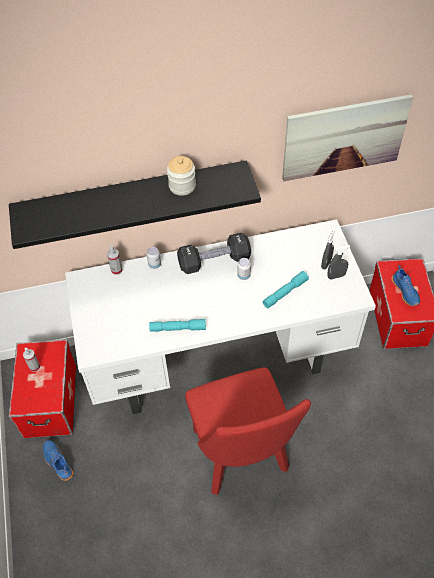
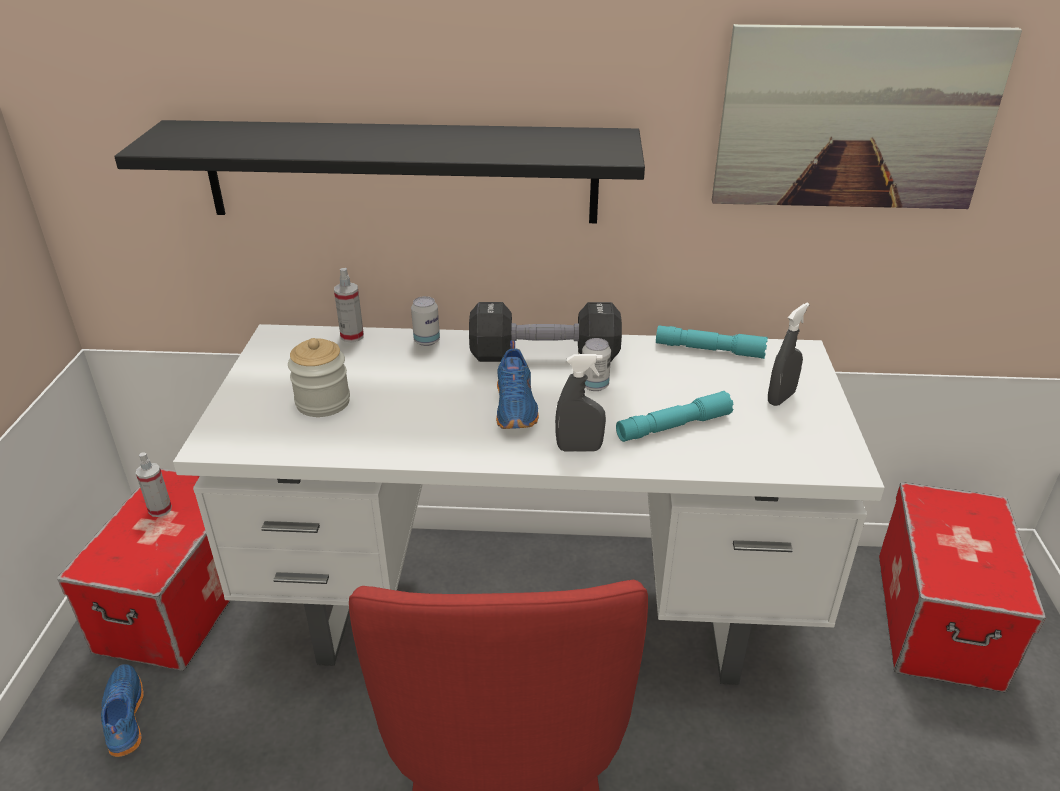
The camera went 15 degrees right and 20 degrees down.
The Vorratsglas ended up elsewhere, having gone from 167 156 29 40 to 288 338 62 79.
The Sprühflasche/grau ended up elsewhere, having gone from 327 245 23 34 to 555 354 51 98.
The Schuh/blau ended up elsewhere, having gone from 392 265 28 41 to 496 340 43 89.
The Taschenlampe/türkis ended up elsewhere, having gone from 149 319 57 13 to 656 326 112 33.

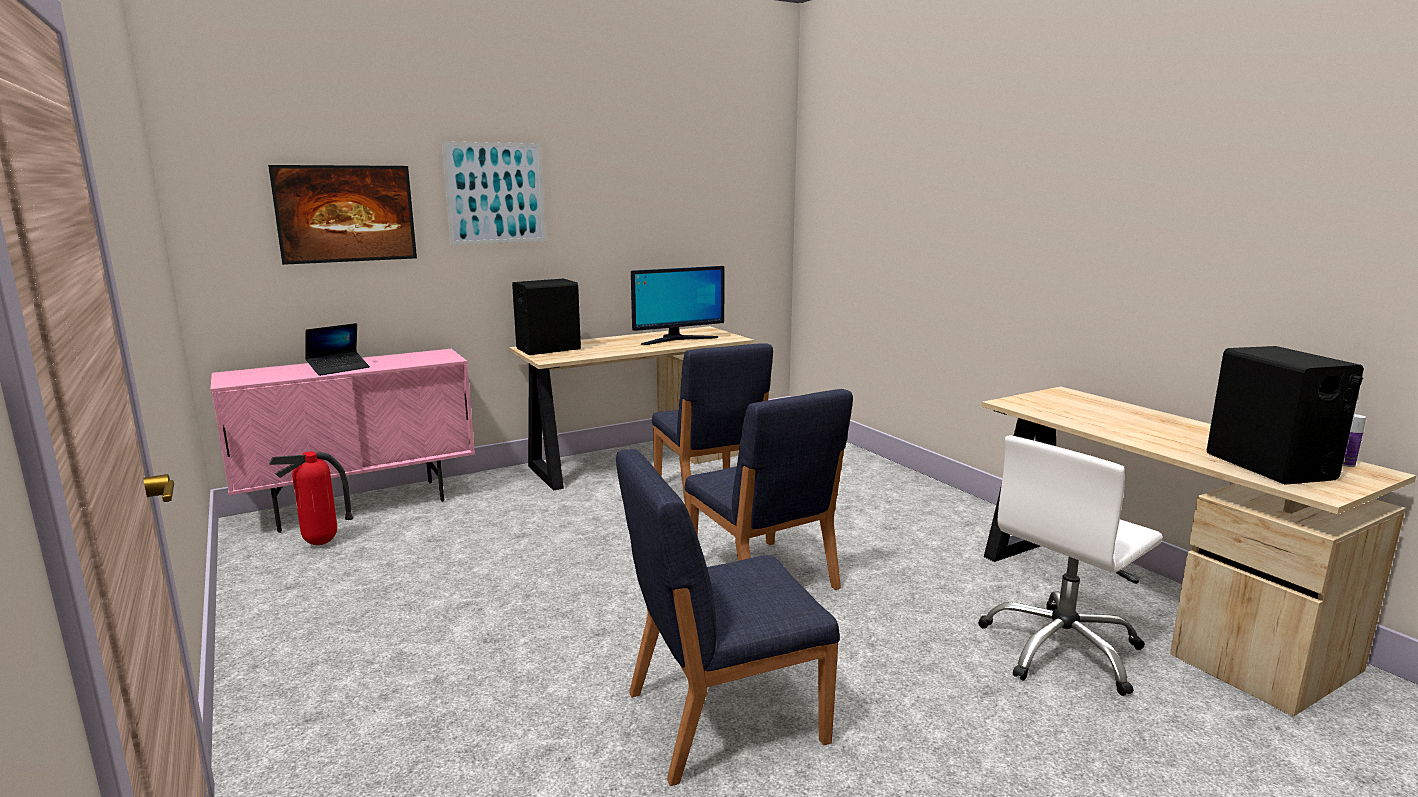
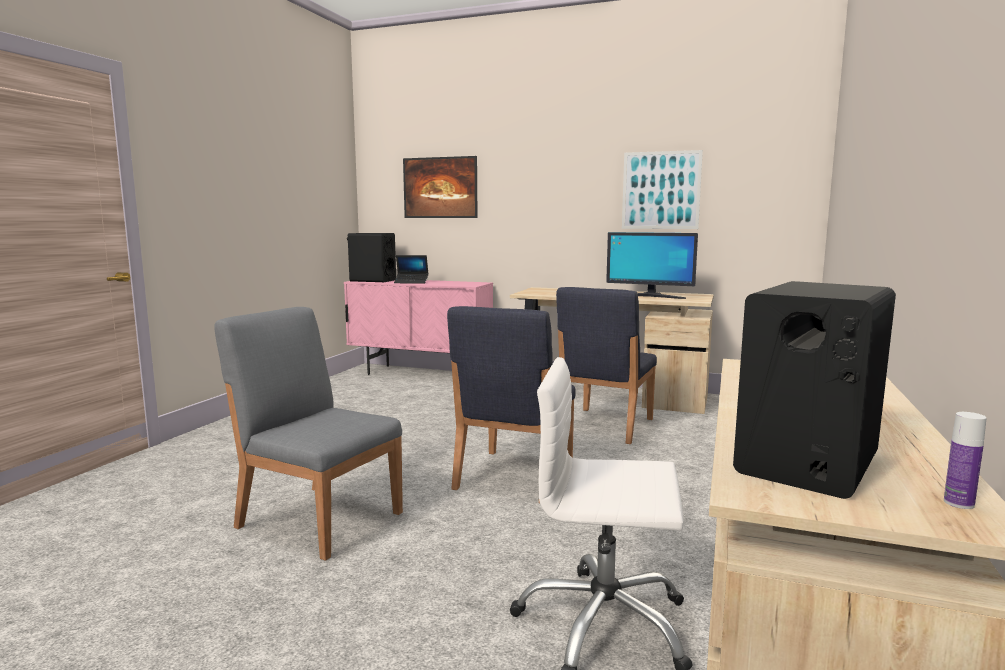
The camera went 50 degrees right and 5 degrees down.
The Bild ended up elsewhere, having gone from 442 141 104 104 to 622 150 81 79.
The Lautsprecher/schwarz ended up elsewhere, having gone from 512 279 69 76 to 347 233 49 49.
What was the Stuhl/blau at 616 449 224 337 turned into the Stuhl/grau at 214 307 189 254.
The second view lost the Feuerlöscher at 269 452 84 93.

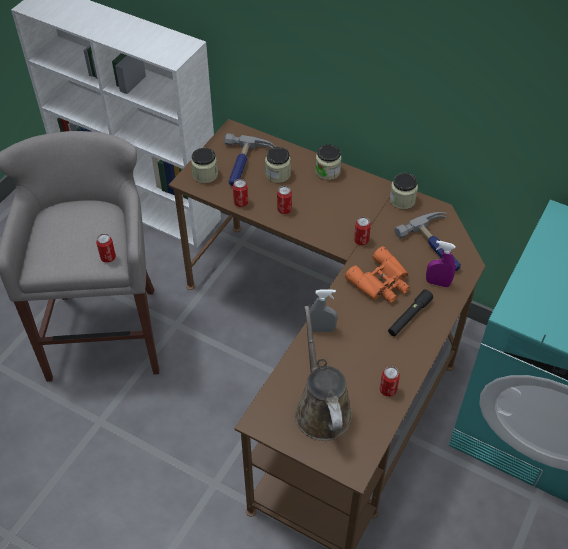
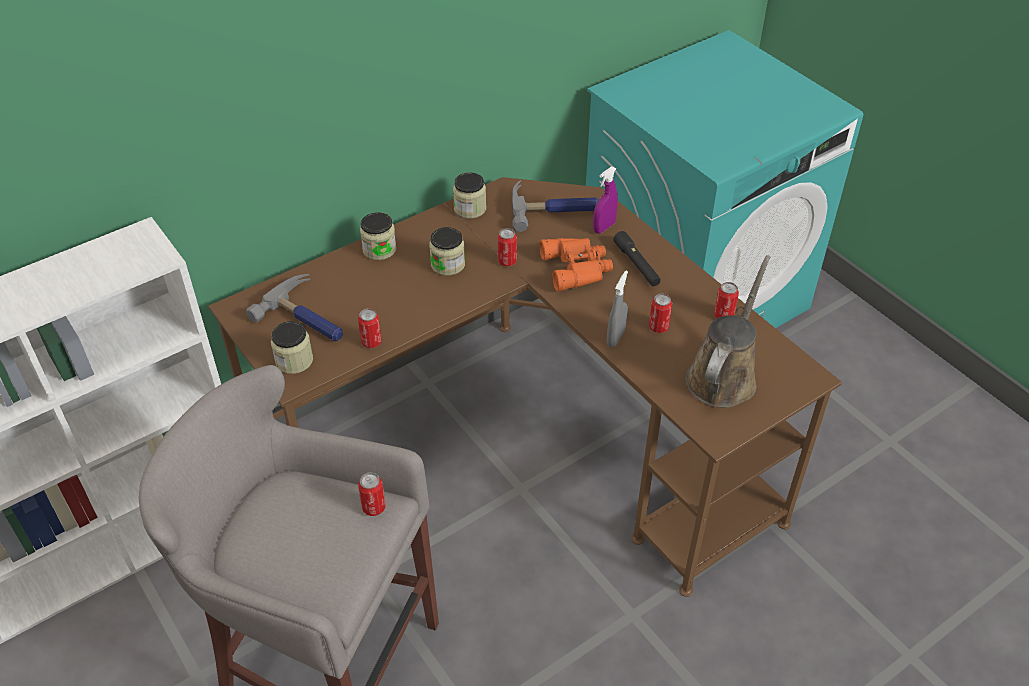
The camera went 65 degrees left and 5 degrees down.
The Vorratsglas ended up elsewhere, having gone from 265 147 26 36 to 429 227 36 49.
The Dose ended up elsewhere, having gone from 277 186 15 28 to 649 293 23 40.
The Gießkanne/braun at 295 306 58 135 ended up facing another way, 105 degrees clockwise from before.

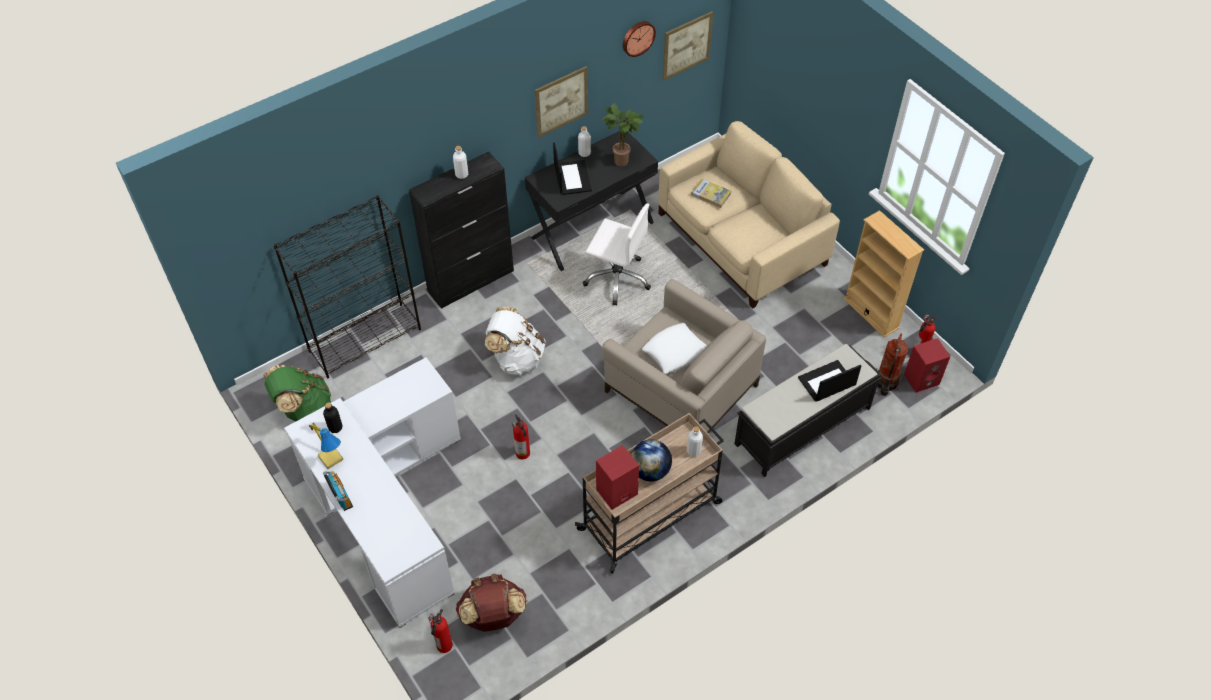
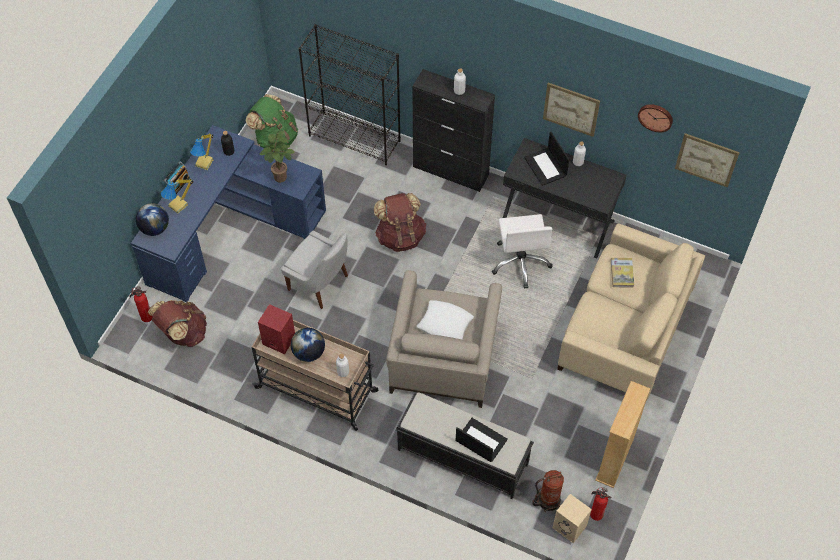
The camera went 60 degrees right and 5 degrees up.
The Topfpflanze ended up elsewhere, having gone from 602 103 43 64 to 260 130 35 53.
The Laptop at 553 143 39 52 ended up facing another way, 105 degrees clockwise from before.
What was the Rucksack/weiß at 485 307 61 68 turned into the Rucksack/braun at 374 193 52 59.
What was the Lautsprecher/rot at 904 338 47 55 turned into the Lautsprecher/beige at 552 494 40 49.
What was the Schreibtisch/weiß at 284 357 177 271 turned into the Schreibtisch/blau at 131 125 195 177.
Where the Feuerlöscher stood at 512 414 18 45, the Stuhl/weiß came to stand at 281 230 67 79.
The second view gained the Tischlampe at 161 179 33 35.
The second view gained the Globus at 136 203 33 33.

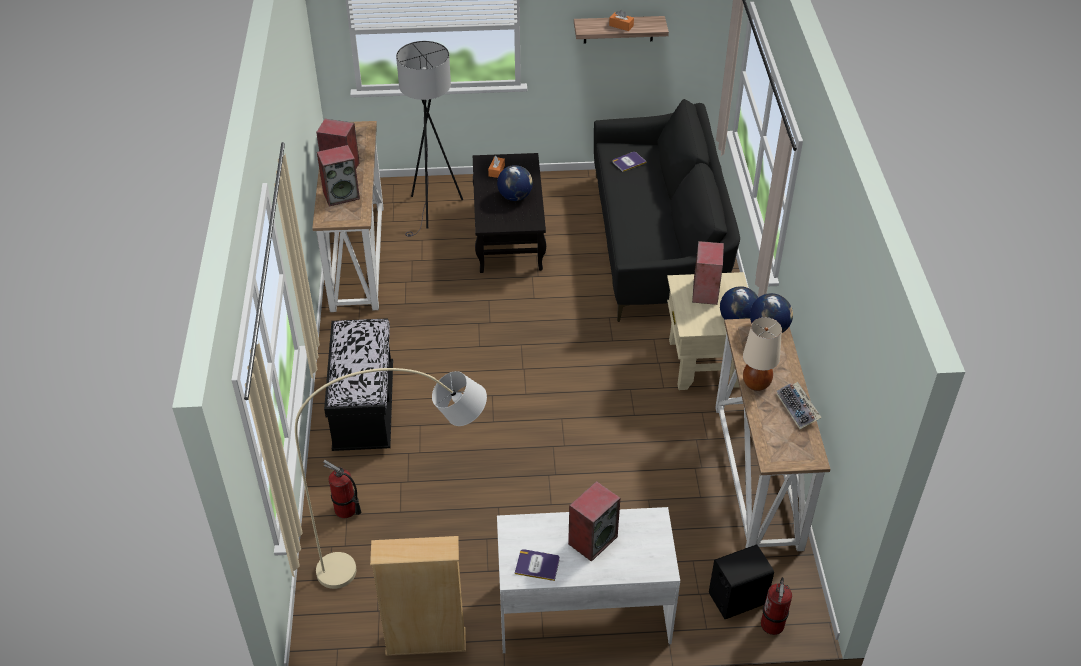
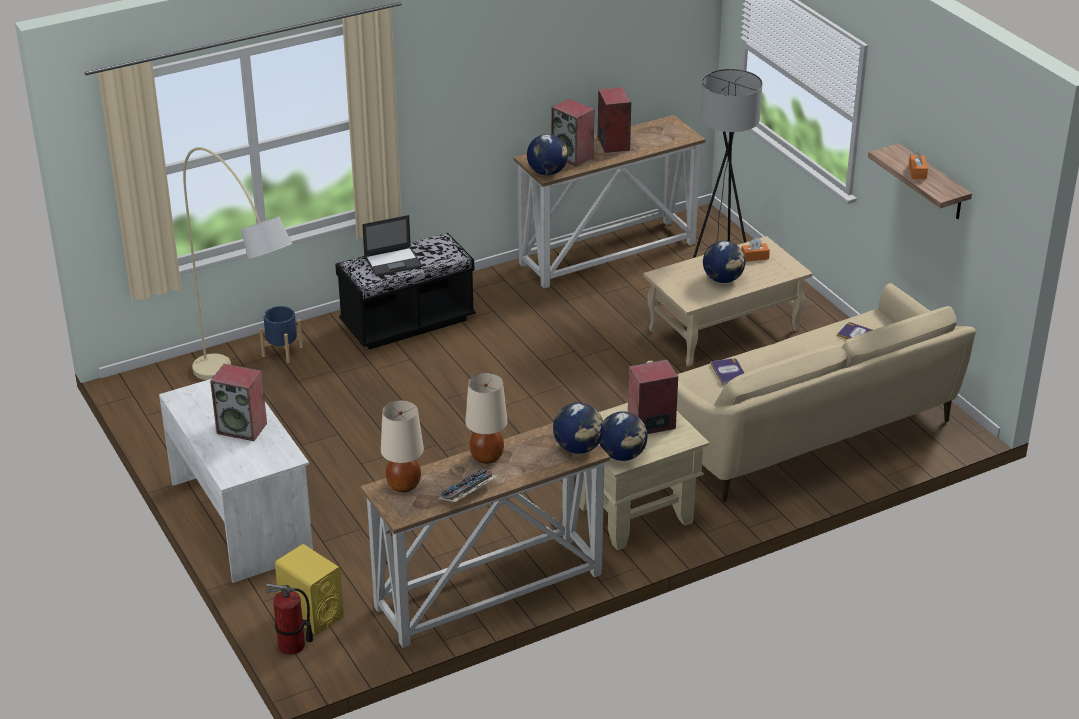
The camera went 65 degrees right and 10 degrees down.
What was the Sofa/schwarz at 594 99 146 223 turned into the Sofa/beige at 646 283 330 219.
What was the Couchtisch/schwarz at 473 153 73 120 turned into the Couchtisch/beige at 643 236 170 131.
Where the Feuerlöscher stood at 323 460 38 58, the Pflanzkübel/blau came to stand at 259 306 44 57.
The second view lost the Bücherregal/beige at 370 536 96 120.
What was the Lautsprecher/schwarz at 709 544 65 75 turned into the Lautsprecher/gelb at 275 544 69 91.
The Buch ended up elsewhere, having gone from 515 549 45 32 to 710 358 34 27.
The second view gained the Globus at 527 134 41 41.
The second view gained the Laptop at 362 215 60 62.
The second view gained the Tischlampe/beige at 381 400 43 92.

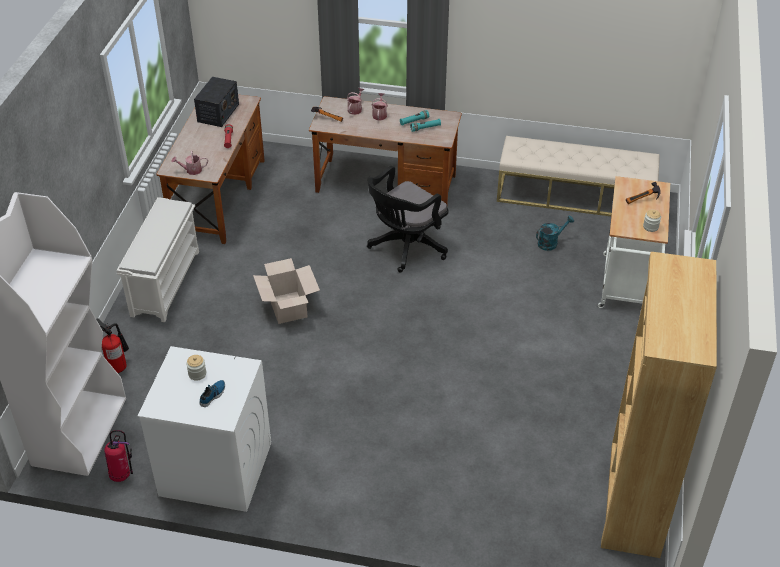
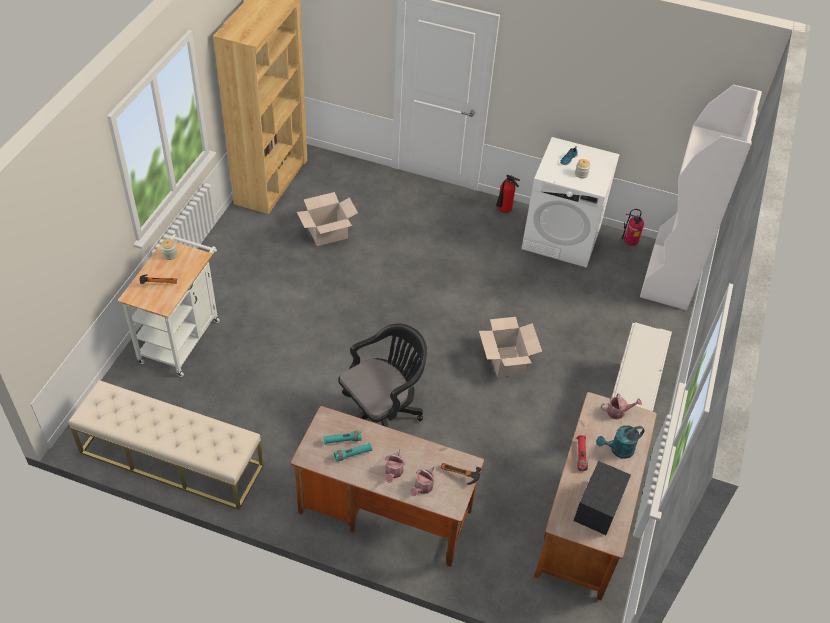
The camera went 175 degrees left and 5 degrees up.
The Gießkanne/türkis ended up elsewhere, having gone from 536 216 38 35 to 596 425 48 34.
The Feuerlöscher ended up elsewhere, having gone from 96 318 33 55 to 496 175 24 38.
The second view gained the Karton at 297 192 61 54.

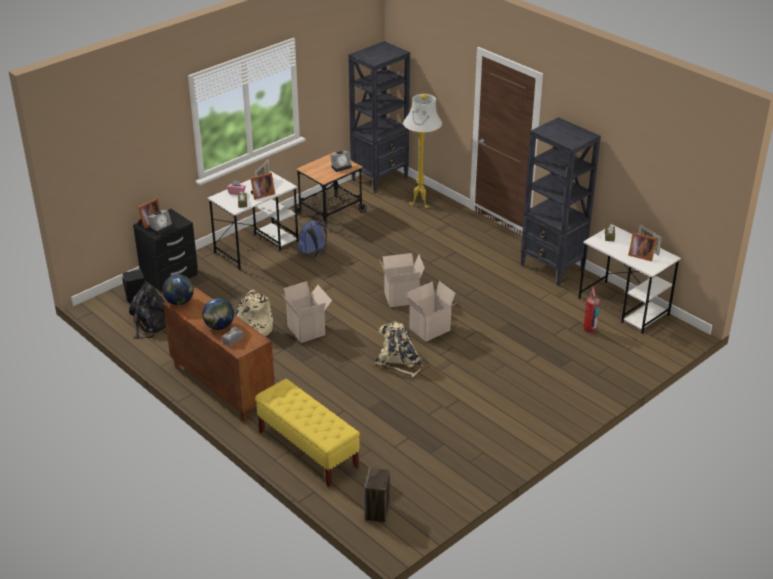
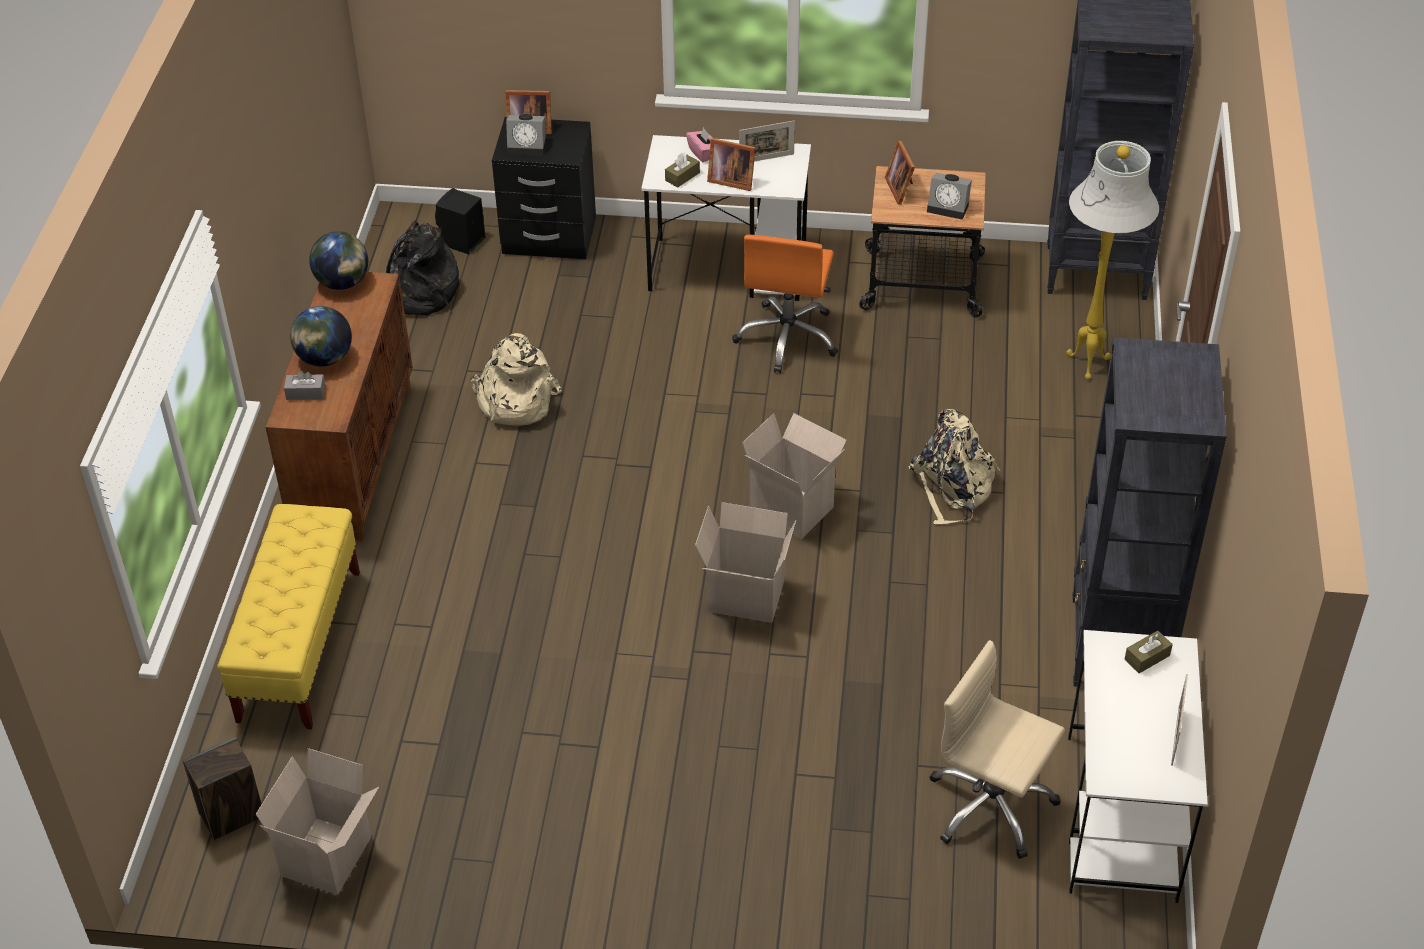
The camera went 50 degrees right and 10 degrees up.
Where the Rucksack/blau stood at 298 221 29 37, the Bürostuhl/orange came to stand at 732 235 106 138.
The Bilderrahmen ended up elsewhere, having gone from 628 232 29 29 to 885 140 30 65.
The Karton ended up elsewhere, having gone from 281 281 51 62 to 256 748 123 147.
Where the Feuerlöscher stood at 584 286 16 47, the Bürostuhl/beige came to stand at 930 640 135 219.
The Rucksack/beige ended up elsewhere, having gone from 375 321 48 56 to 909 409 91 116.

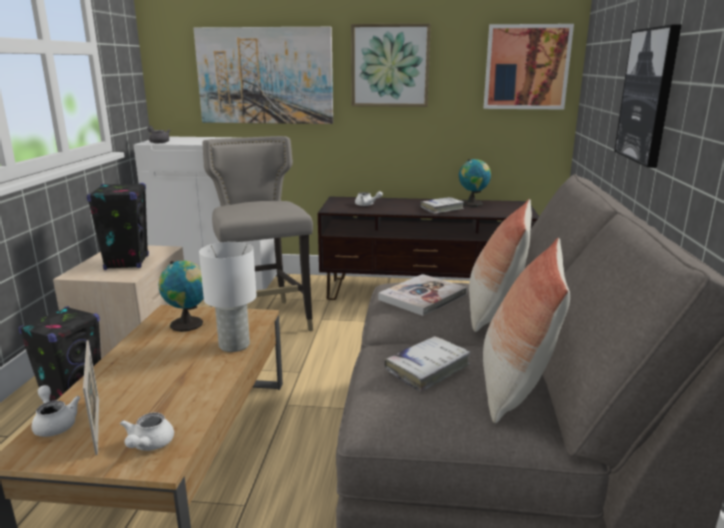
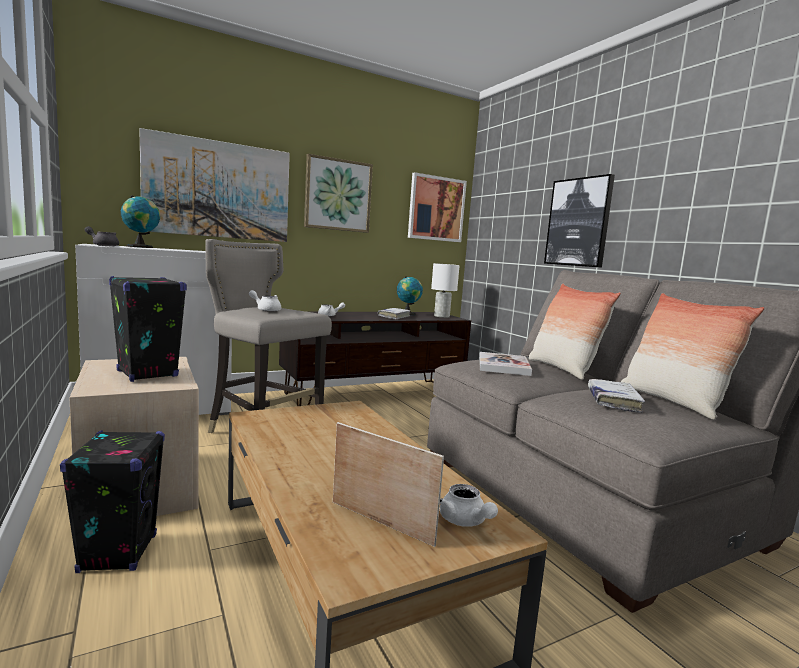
The camera went 35 degrees left and 10 degrees down.
The Tischlampe/weiß ended up elsewhere, having gone from 199 242 58 110 to 431 263 29 55.
The Globus ended up elsewhere, having gone from 158 261 46 71 to 121 195 39 53.
The Teekanne/weiß ended up elsewhere, having gone from 31 385 50 52 to 249 290 33 22.

